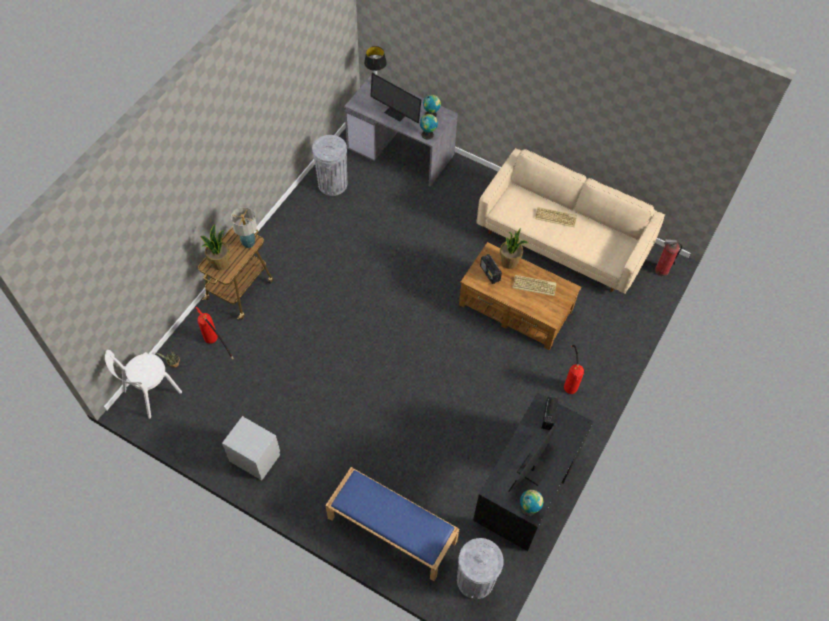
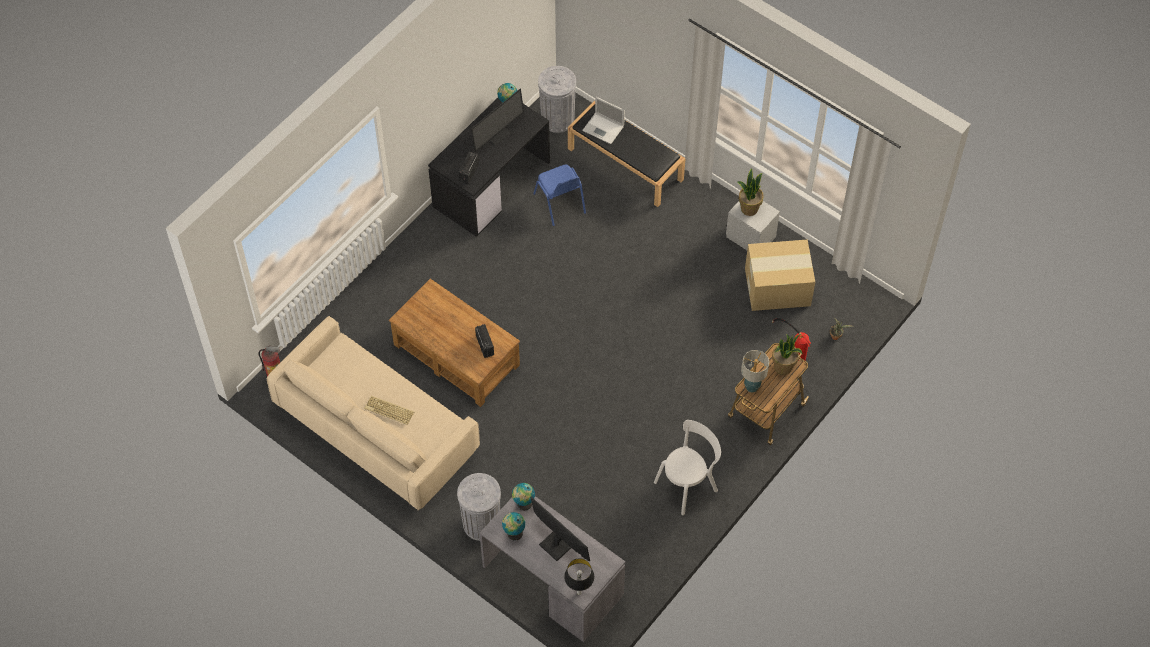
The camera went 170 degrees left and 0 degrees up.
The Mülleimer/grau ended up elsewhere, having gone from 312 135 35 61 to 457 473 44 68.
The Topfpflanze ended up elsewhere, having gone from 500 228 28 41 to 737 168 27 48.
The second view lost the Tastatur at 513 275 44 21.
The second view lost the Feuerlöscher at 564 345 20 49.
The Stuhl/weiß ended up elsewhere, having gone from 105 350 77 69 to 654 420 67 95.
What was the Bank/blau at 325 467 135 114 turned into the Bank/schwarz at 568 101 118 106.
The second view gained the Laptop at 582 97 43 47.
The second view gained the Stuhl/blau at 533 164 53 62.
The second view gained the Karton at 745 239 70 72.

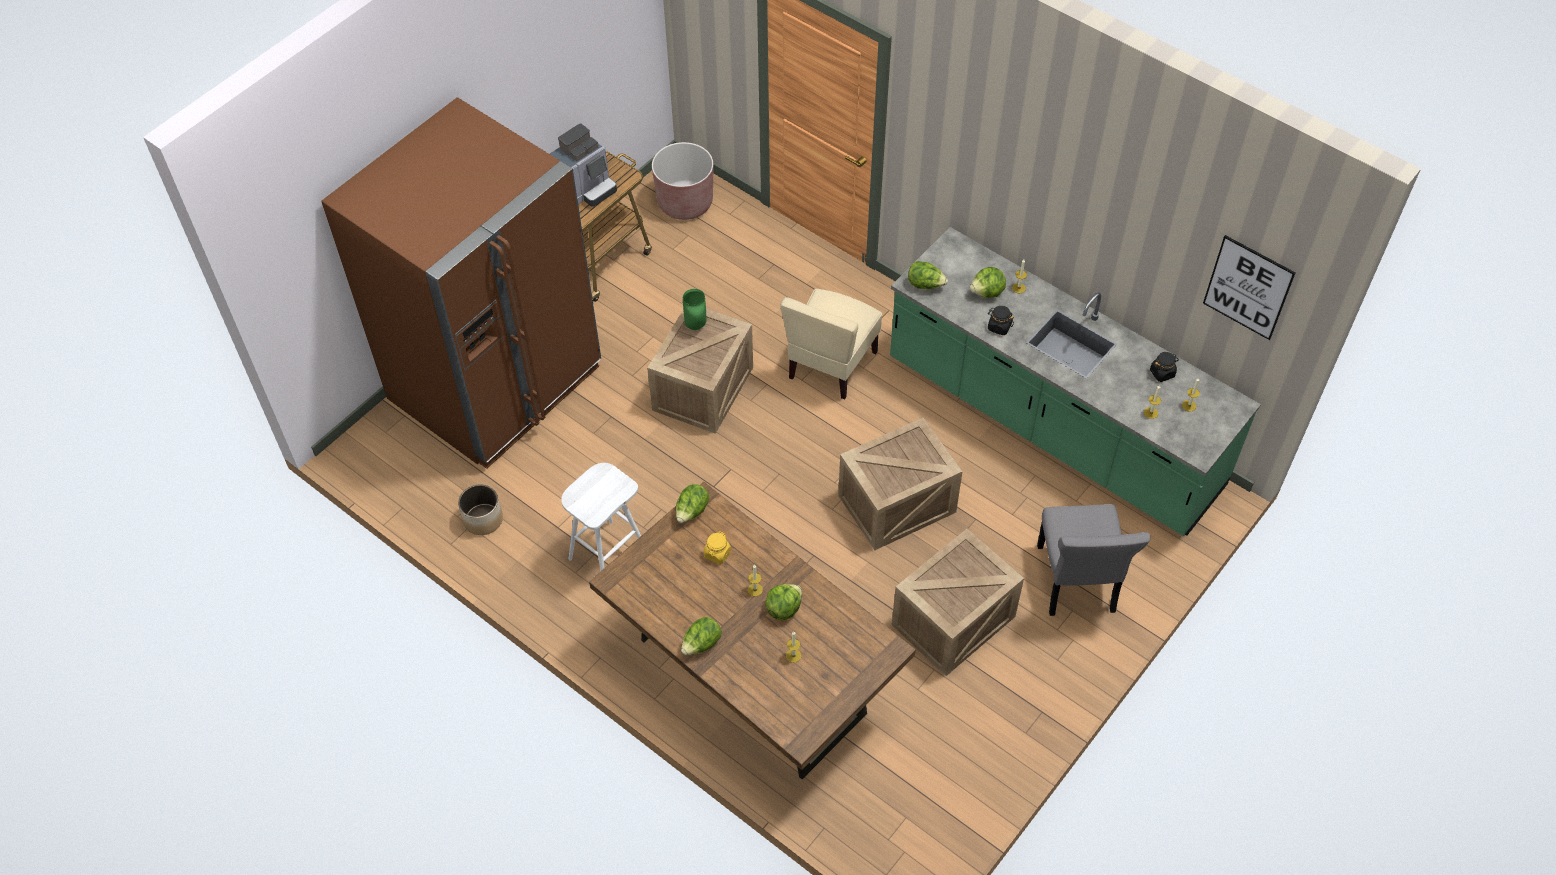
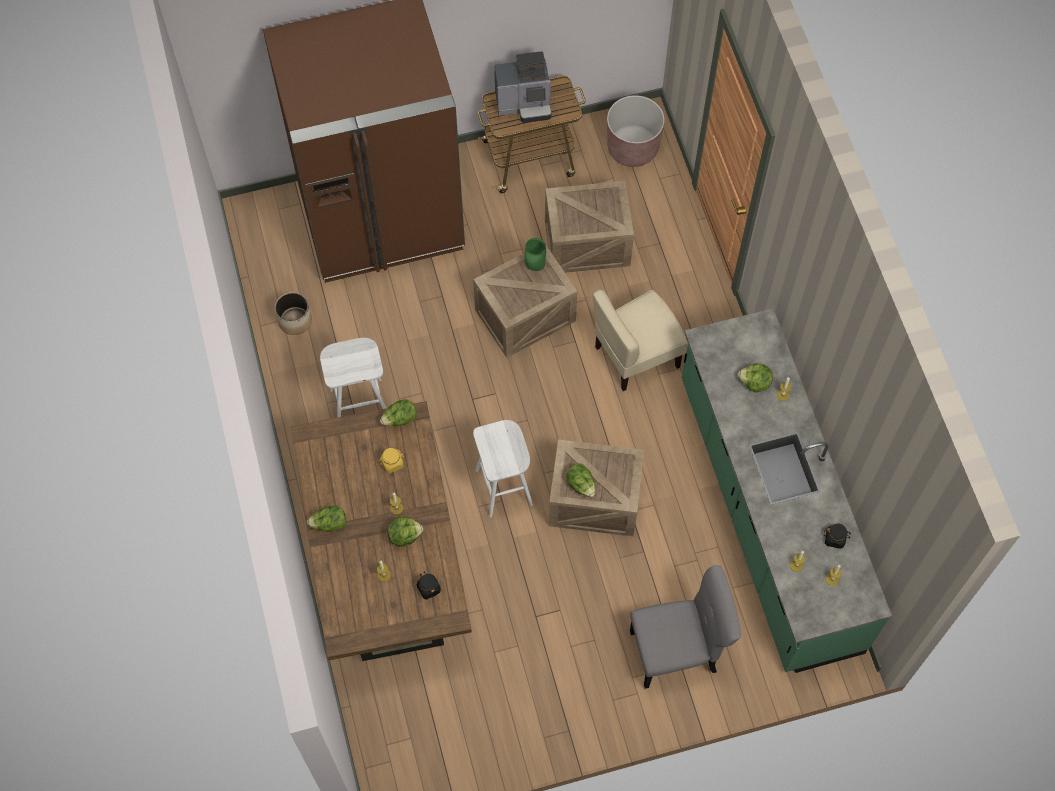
The camera went 35 degrees right and 10 degrees up.
The second view lost the Bild at 1203 235 93 105.
The Salatkopf ended up elsewhere, having gone from 908 261 40 28 to 566 463 29 34.
The Vorratsglas/schwarz ended up elsewhere, having gone from 988 306 26 29 to 417 572 24 28.
The Stuhl/grau at 1037 504 113 112 ended up facing another way, 135 degrees counterclockwise from before.
The Kiste ended up elsewhere, having gone from 892 528 132 148 to 545 181 89 92.
The second view gained the Hocker/weiß at 473 420 60 97.

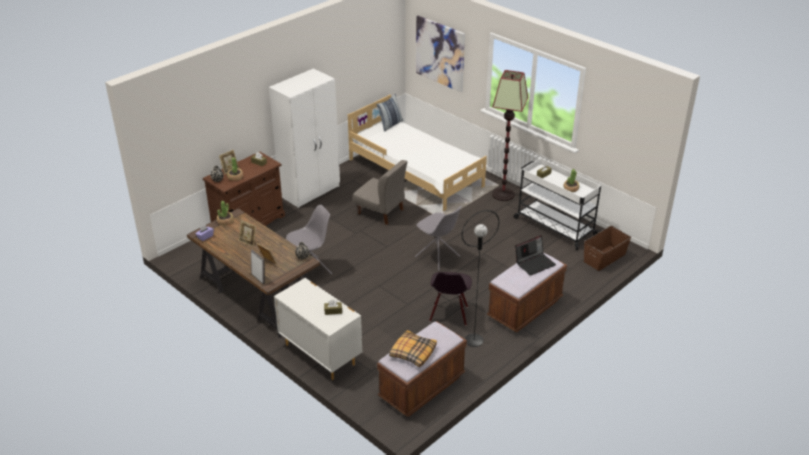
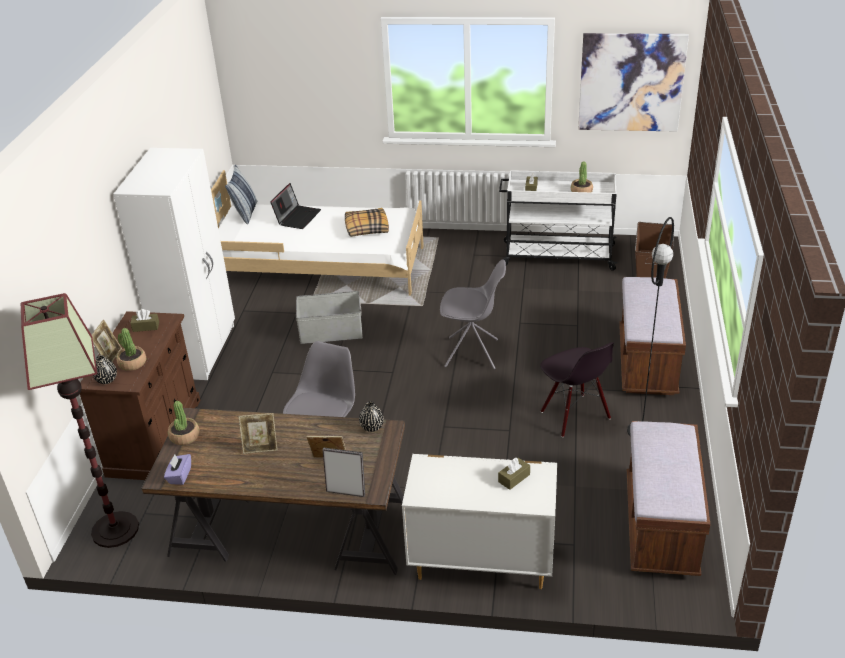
The camera went 35 degrees left and 0 degrees up.
The Bild ended up elsewhere, having gone from 416 16 49 76 to 578 33 111 99.
The Stehlampe ended up elsewhere, having gone from 492 70 36 131 to 21 293 118 255.
Where the Stuhl/grau stood at 353 160 54 65, the Aufbewahrungsbox/grau came to stand at 296 291 67 53.
The Laptop ended up elsewhere, having gone from 515 235 41 41 to 270 183 51 46.
The Kissen ended up elsewhere, having gone from 389 330 48 37 to 345 208 44 29.

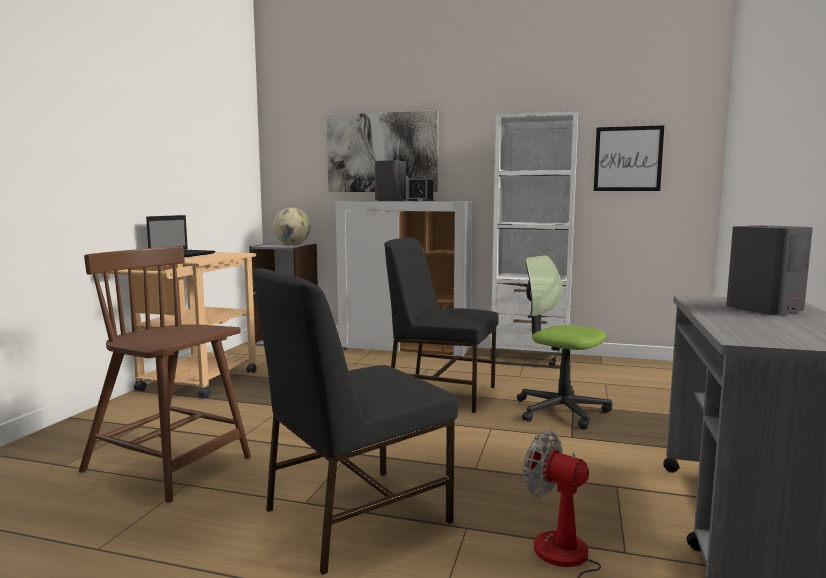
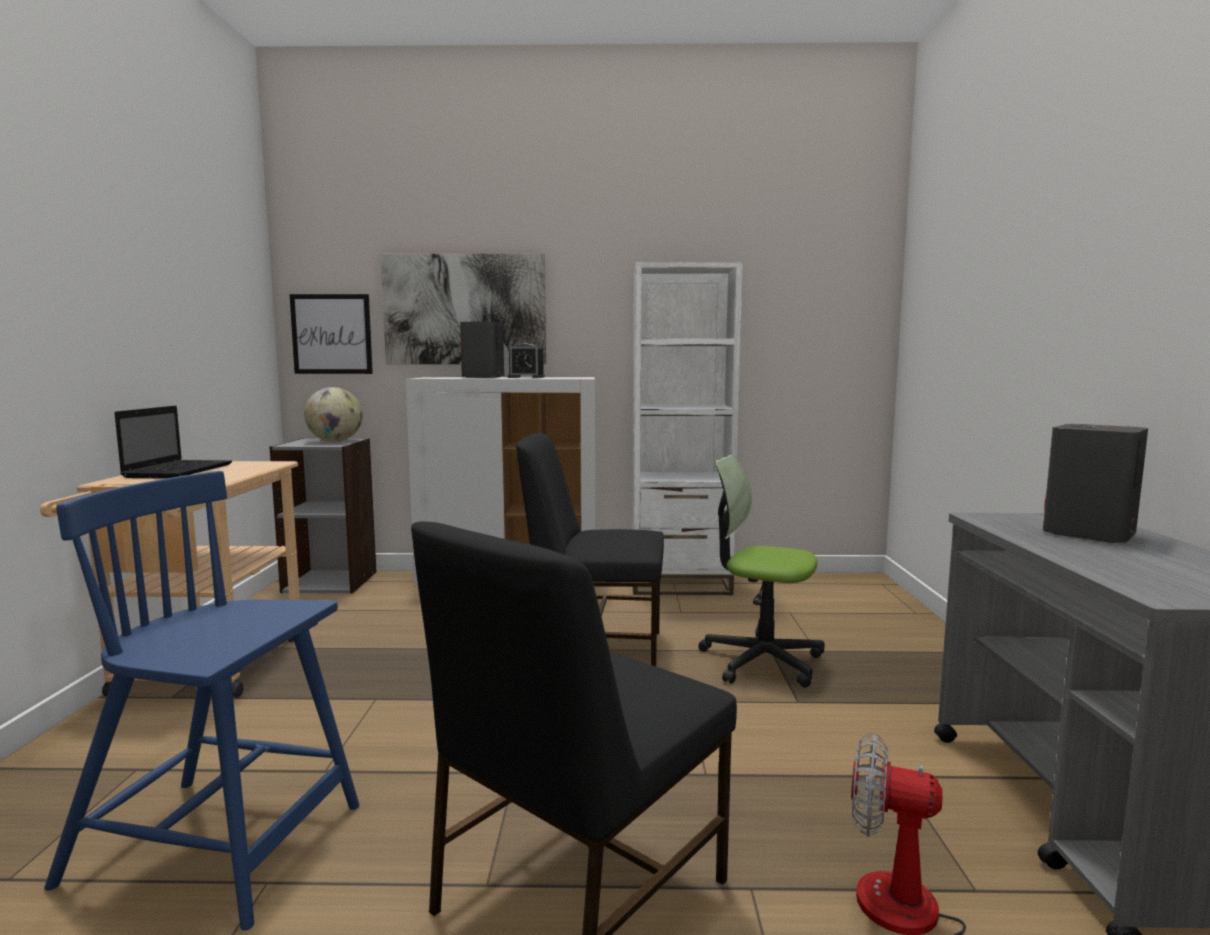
The camera went 15 degrees left and 0 degrees up.
The Bild ended up elsewhere, having gone from 594 125 70 66 to 290 294 83 80.
What was the Stuhl/braun at 79 246 172 257 turned into the Stuhl/blau at 44 471 315 459.

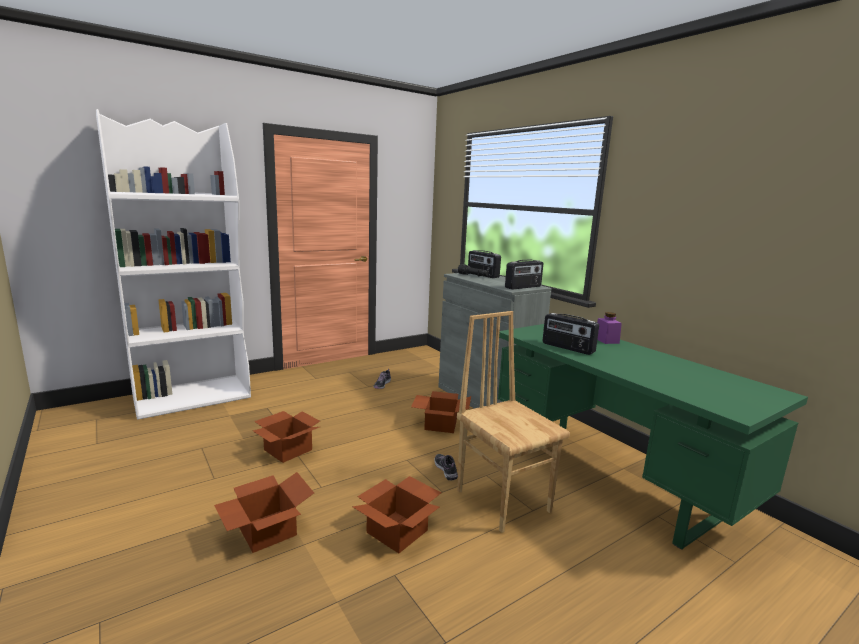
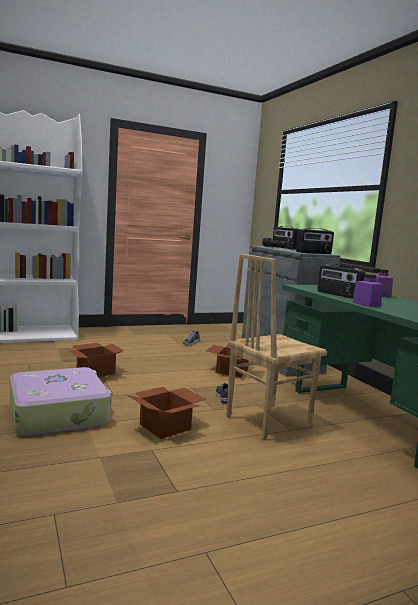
The camera went 10 degrees right and 5 degrees down.
The Stuhl/braun at 457 311 113 222 ended up facing another way, 105 degrees counterclockwise from before.
Where the Karton stood at 214 472 100 81, the Koffer came to stand at 10 367 102 69.
The second view gained the Vorratsglas/lila at 352 274 31 33.

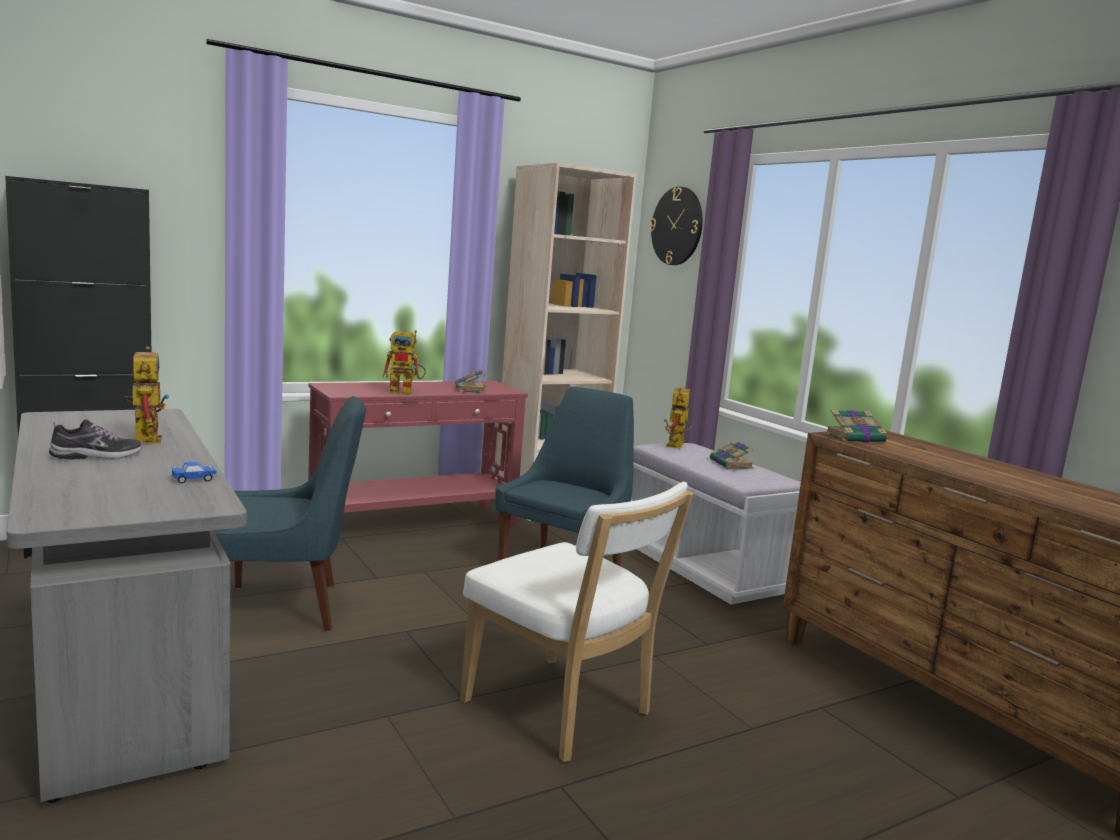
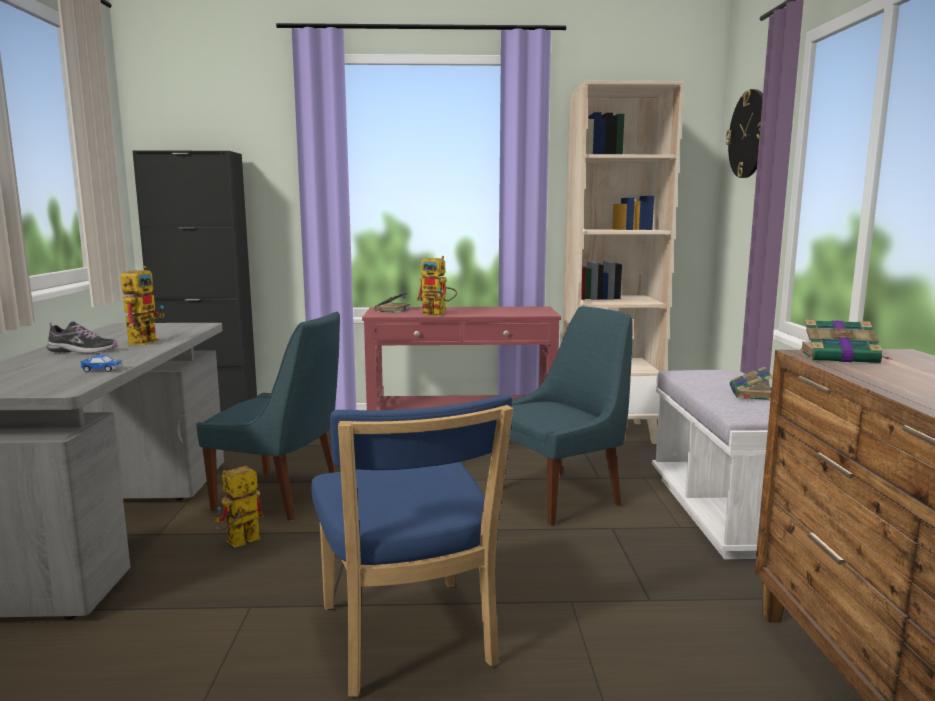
The camera went 30 degrees right and 0 degrees up.
The Buch ended up elsewhere, having gone from 455 369 31 24 to 374 292 38 21.
The Spielzeugroboter ended up elsewhere, having gone from 664 387 28 61 to 215 466 48 81.
What was the Stuhl/weiß at 460 482 234 280 turned into the Stuhl/blau at 312 395 201 302.

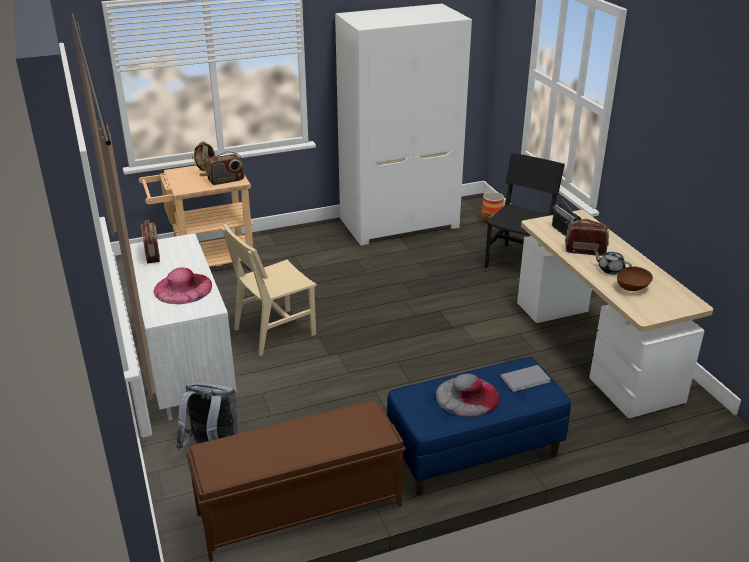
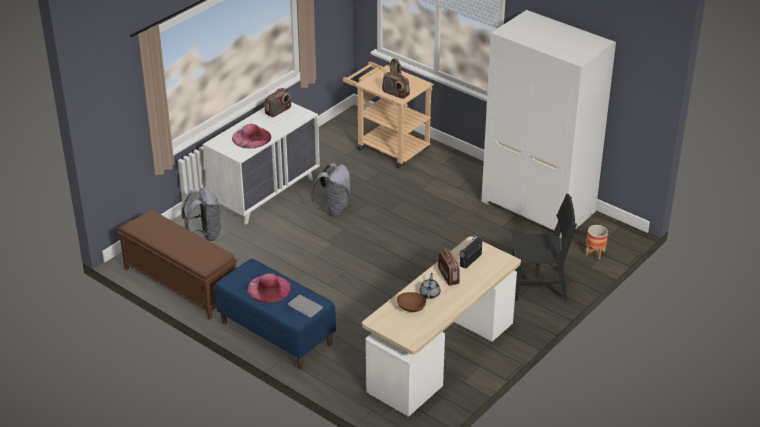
The camera went 60 degrees right and 5 degrees up.
Where the Stuhl/beige stood at 222 224 95 132, the Rucksack/grau came to stand at 310 163 41 54.
What was the Hut/grau at 436 374 64 43 turned into the Hut/rosa at 247 274 44 29.

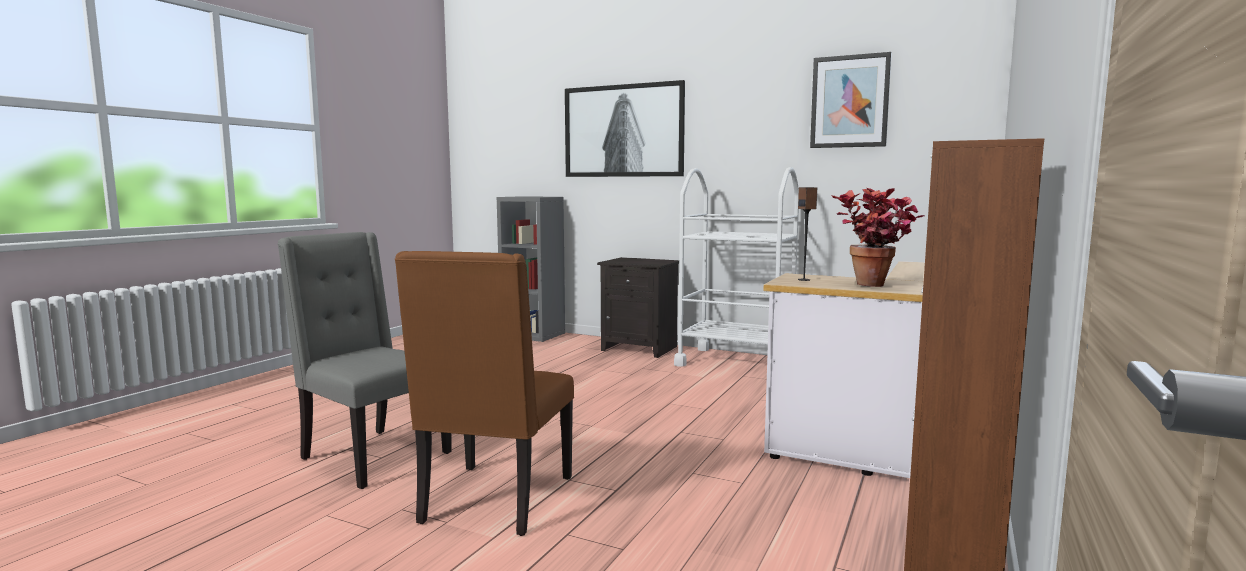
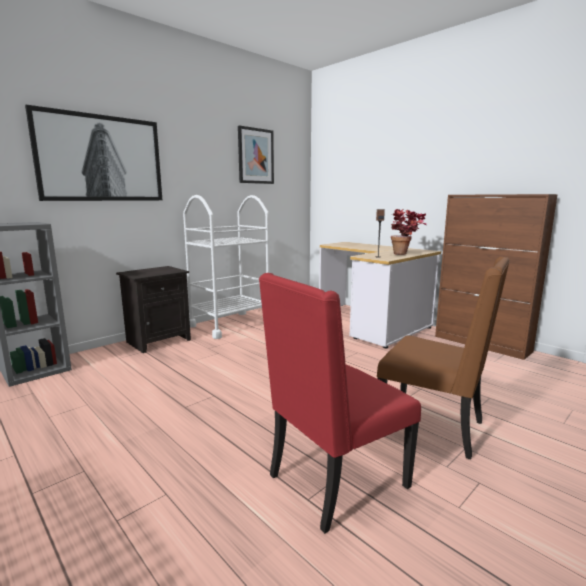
The camera went 70 degrees left and 5 degrees up.
What was the Stuhl/grau at 277 232 175 257 turned into the Stuhl/rot at 259 273 162 261.

